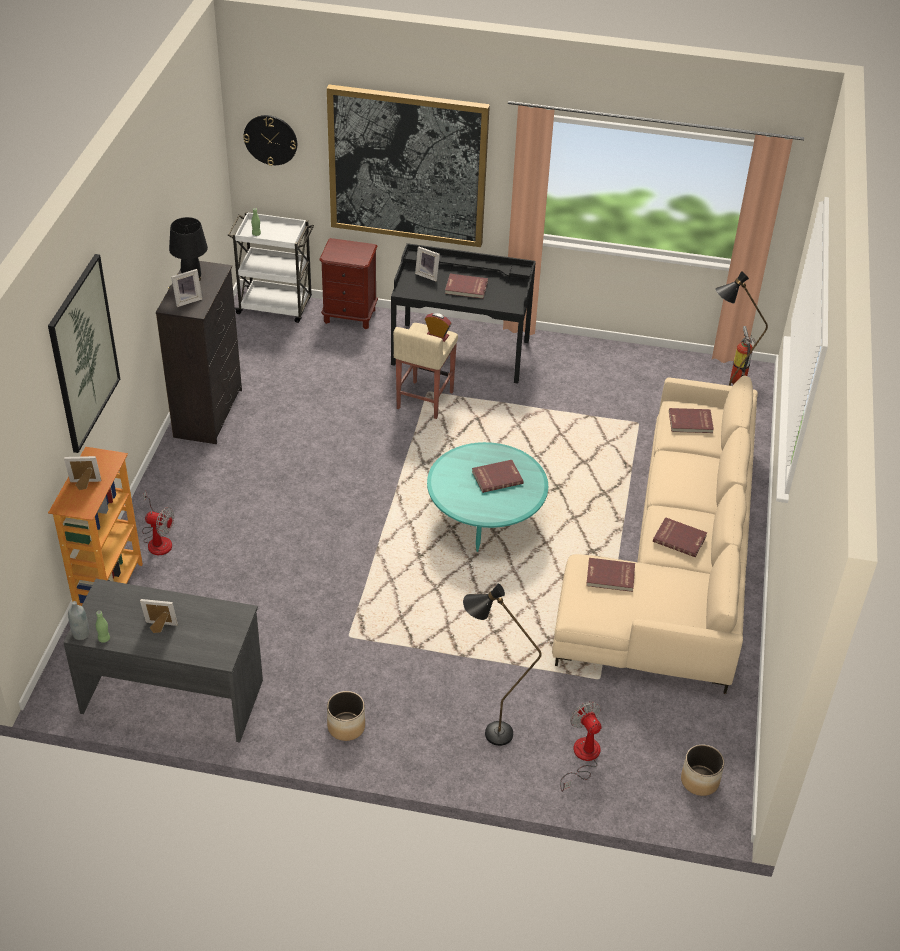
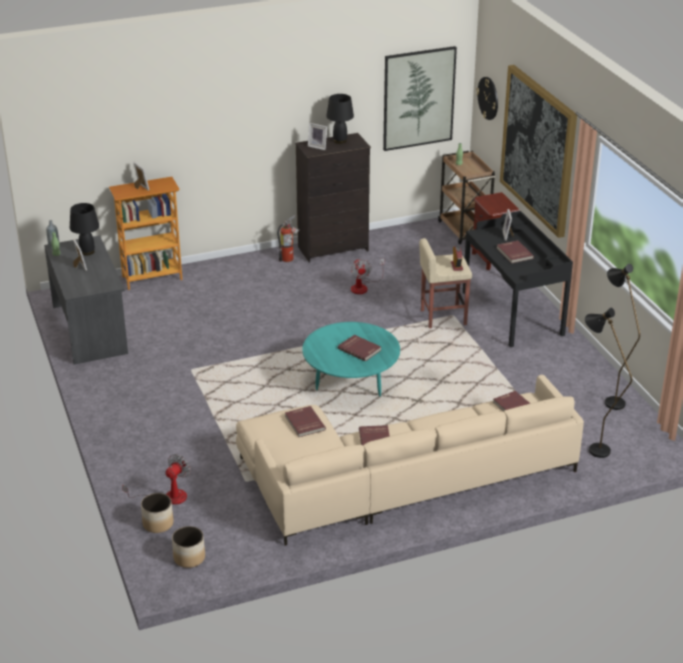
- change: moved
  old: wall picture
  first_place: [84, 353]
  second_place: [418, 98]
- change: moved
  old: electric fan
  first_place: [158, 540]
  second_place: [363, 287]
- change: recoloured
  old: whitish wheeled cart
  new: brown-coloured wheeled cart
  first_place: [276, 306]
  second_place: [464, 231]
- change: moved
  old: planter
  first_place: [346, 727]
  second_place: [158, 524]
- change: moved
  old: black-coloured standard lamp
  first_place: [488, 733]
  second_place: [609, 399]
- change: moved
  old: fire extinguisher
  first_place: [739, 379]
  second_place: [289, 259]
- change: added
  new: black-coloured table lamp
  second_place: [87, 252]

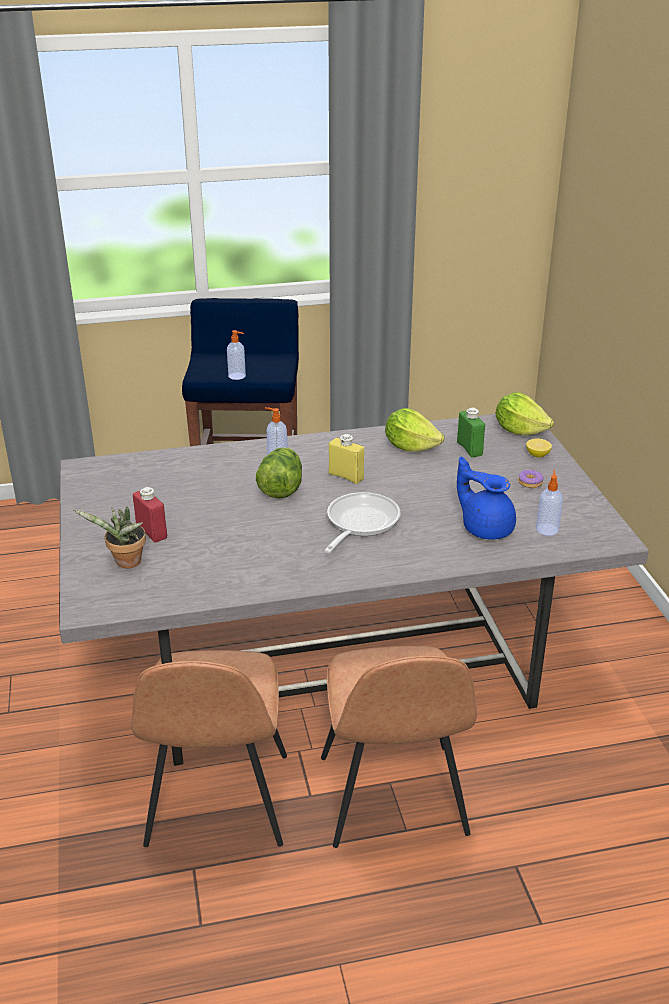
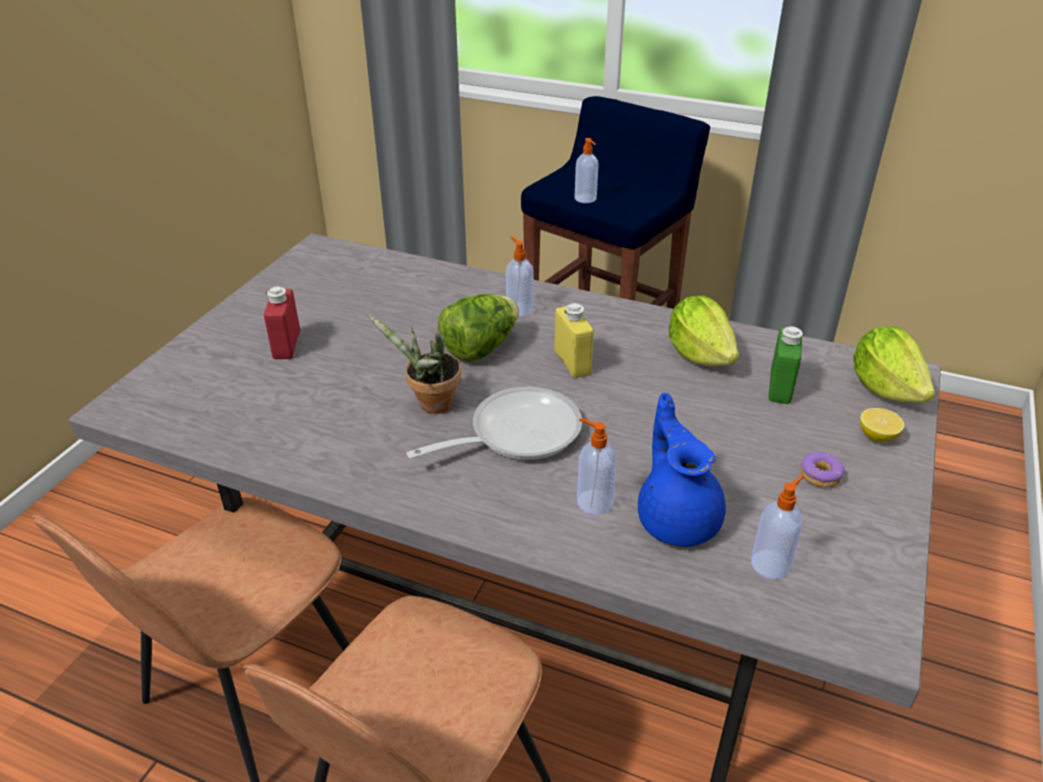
- change: moved
  old: plant in a pot
  first_place: [125, 563]
  second_place: [430, 405]
- change: added
  new: soap dispenser
  second_place: [593, 501]

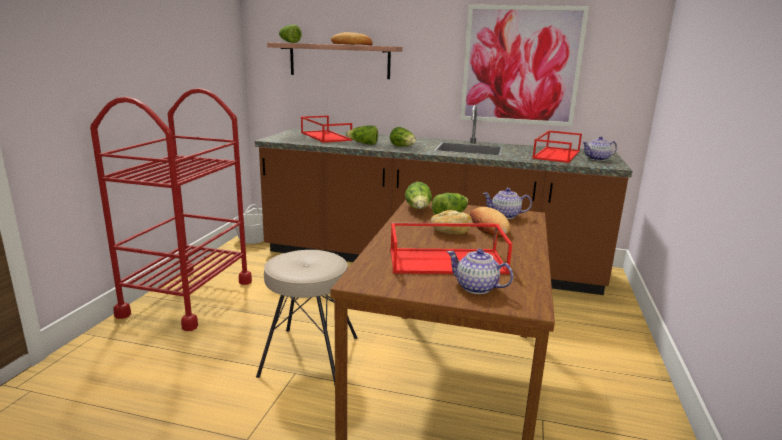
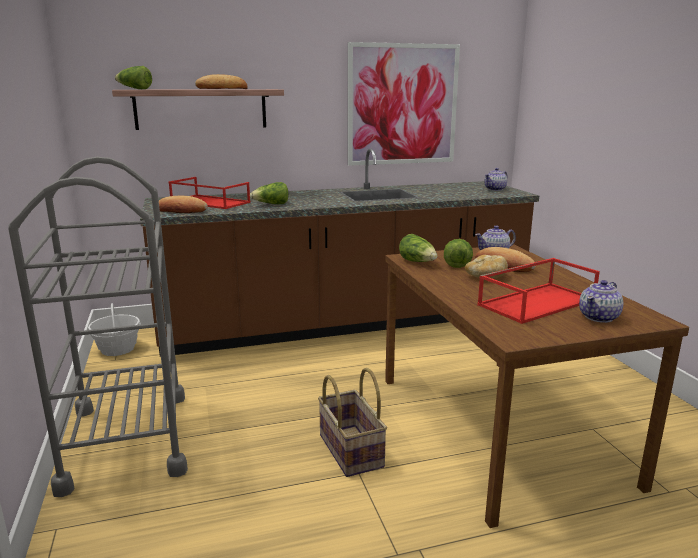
- change: recoloured
  old: reddish wheeled cart
  new: grey wheeled cart
  first_place: [188, 298]
  second_place: [127, 440]
- change: replaced
  old: beige-coloured stool seat
  new: basket
  first_place: [308, 356]
  second_place: [349, 450]
- change: removed
  old: lettuce
  first_place: [403, 147]
- change: turned
  old: tea pot
  first_place: [477, 288]
  second_place: [599, 317]
  degrees: -45
- change: removed
  old: reddish tray
  first_place: [556, 154]
- change: added
  new: bread
  second_place: [181, 210]

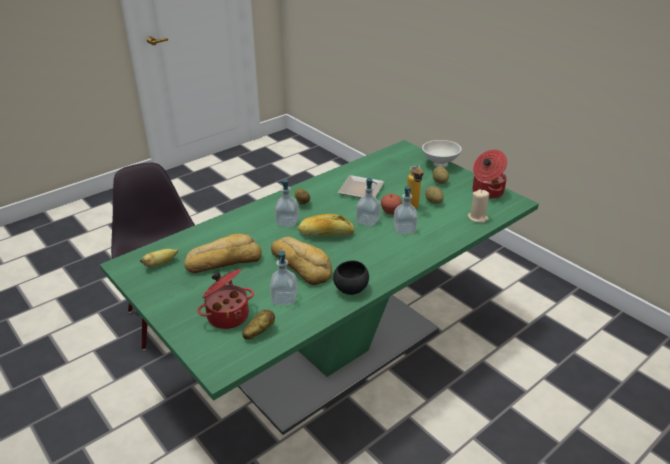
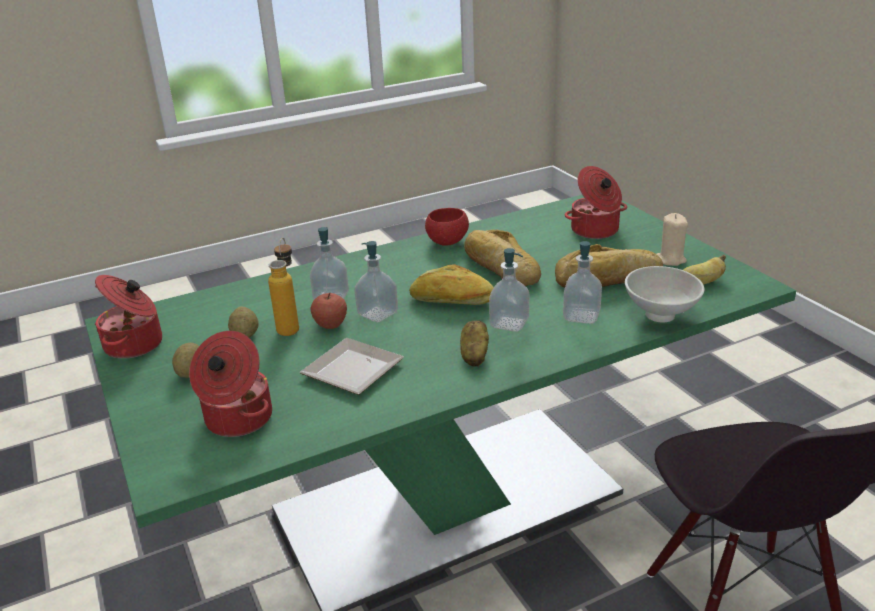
- change: removed
  old: whole potato
  first_place: [259, 332]
- change: moved
  old: soap dispenser
  first_place: [284, 298]
  second_place: [581, 316]
- change: recoloured
  old: black-coloured deep dish
  new: reddish deep dish
  first_place: [351, 289]
  second_place: [447, 242]
- change: moved
  old: whitish deep dish
  first_place: [439, 164]
  second_place: [662, 315]
- change: moved
  old: beige-coloured wax light
  first_place: [477, 218]
  second_place: [670, 259]
- change: added
  new: cooking pot
  second_place: [237, 419]

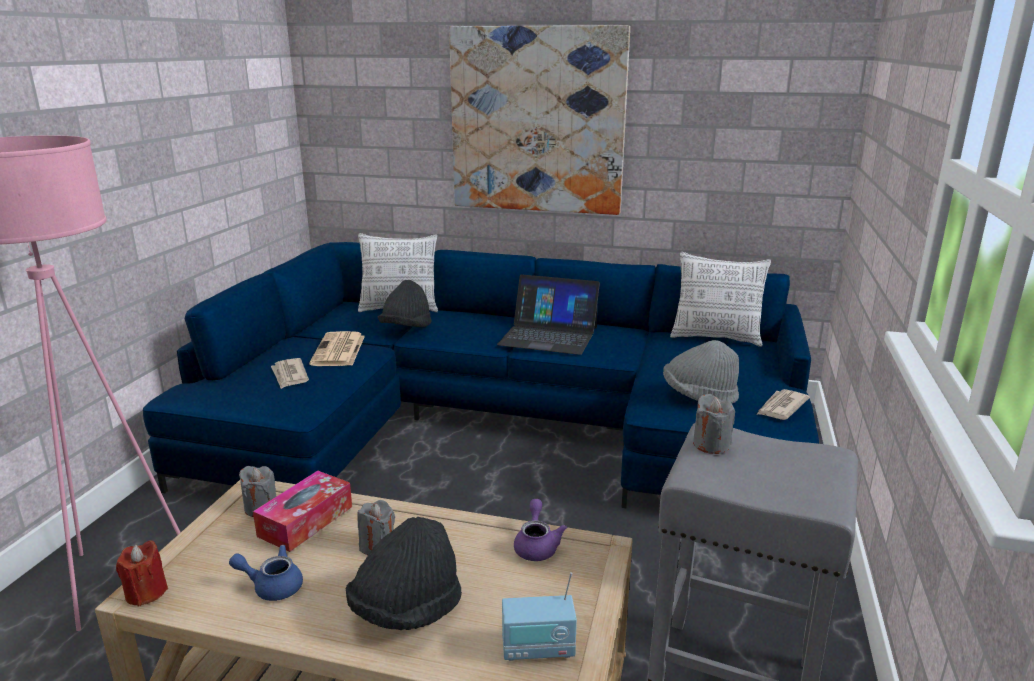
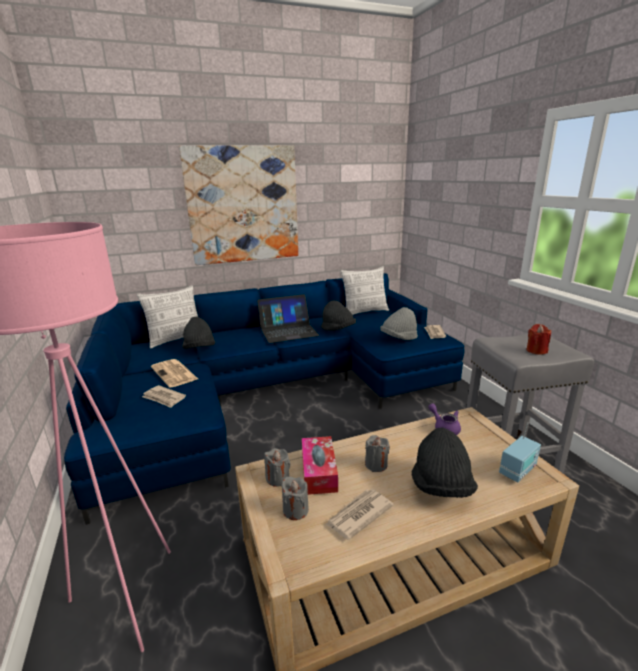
- change: moved
  old: reddish wax light
  first_place: [146, 592]
  second_place: [536, 350]
- change: replaced
  old: blue tea pot
  new: newspaper
  first_place: [272, 586]
  second_place: [358, 515]
- change: moved
  old: grey wax light
  first_place: [711, 445]
  second_place: [295, 510]
- change: added
  new: black-coloured hat
  second_place: [338, 330]

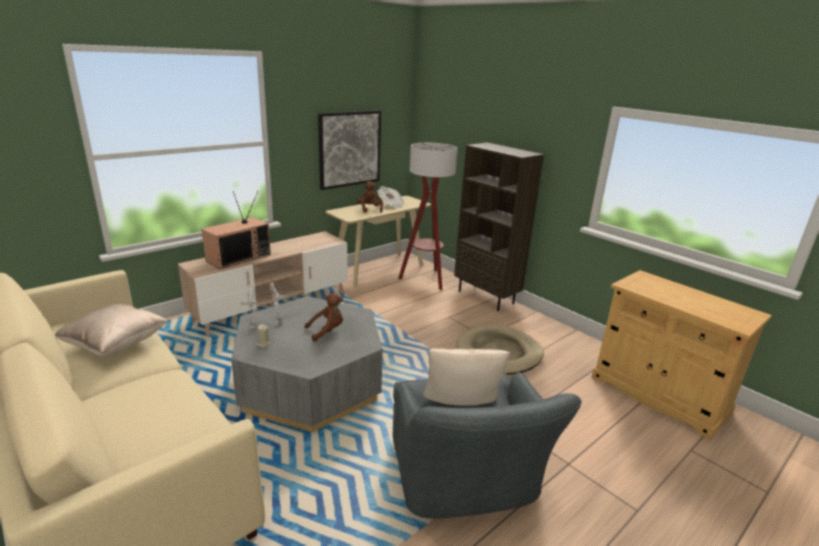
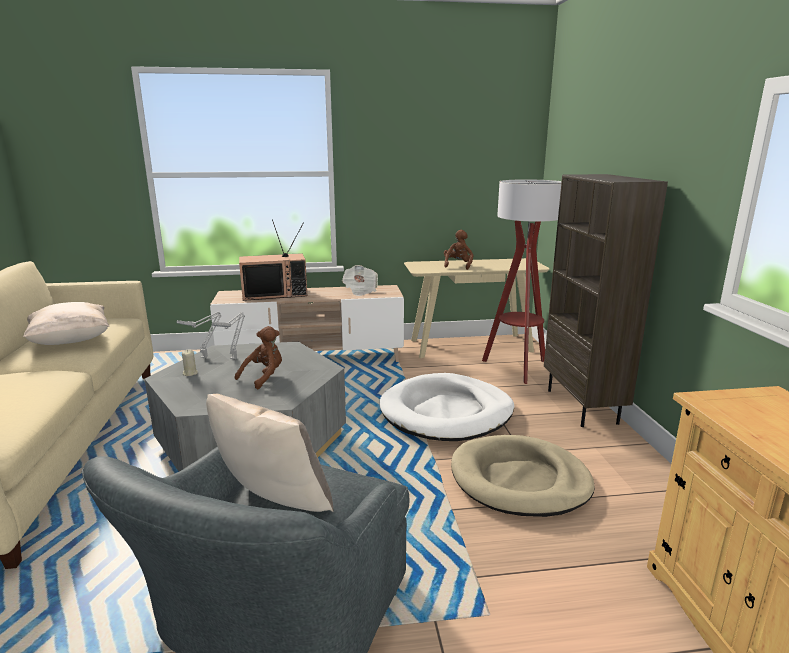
- change: turned
  old: brown-coloured soft toy
  first_place: [327, 331]
  second_place: [264, 377]
  degrees: -60
- change: removed
  old: wall picture
  first_place: [350, 149]
- change: moved
  old: newspaper
  first_place: [391, 205]
  second_place: [360, 290]
- change: added
  new: whitish pet bed
  second_place: [446, 412]

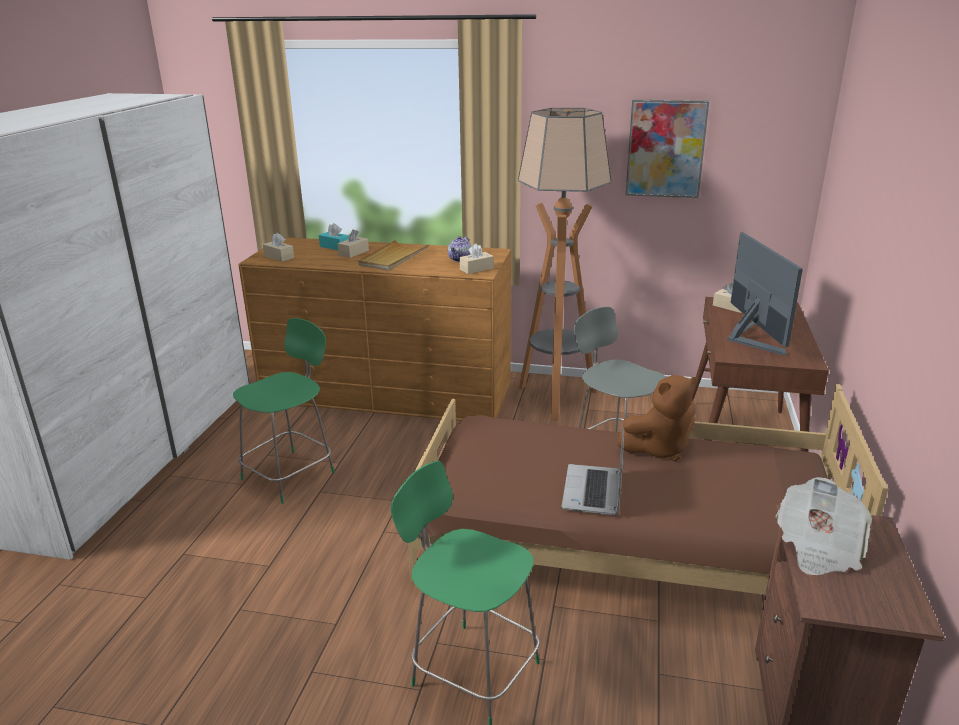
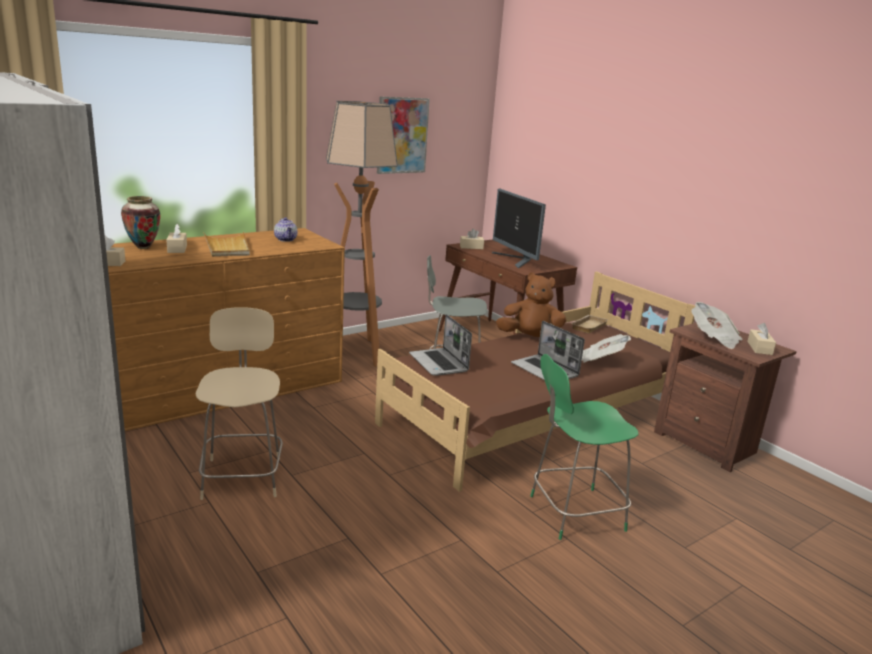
- change: recoloured
  old: green upright chair
  new: beige-coloured upright chair
  first_place: [291, 474]
  second_place: [242, 475]
- change: replaced
  old: turquoise-coloured tissue holder
  new: decorative vase
  first_place: [335, 247]
  second_place: [143, 247]
- change: moved
  old: beige-coloured tissue holder
  first_place: [476, 269]
  second_place: [759, 348]
- change: turned
  old: brown-coloured soft toy
  first_place: [659, 448]
  second_place: [530, 339]
  degrees: -90
- change: turned
  old: computer display
  first_place: [751, 338]
  second_place: [515, 260]
  degrees: -150
- change: added
  new: notebook computer
  second_place: [439, 363]
- change: added
  new: beige-coloured tray
  second_place: [587, 326]
- change: added
  new: newspaper
  second_place: [599, 360]

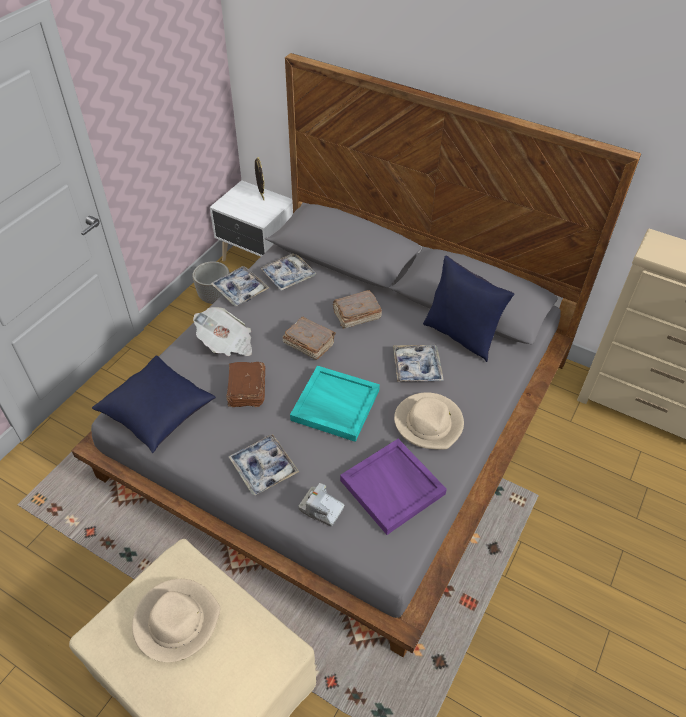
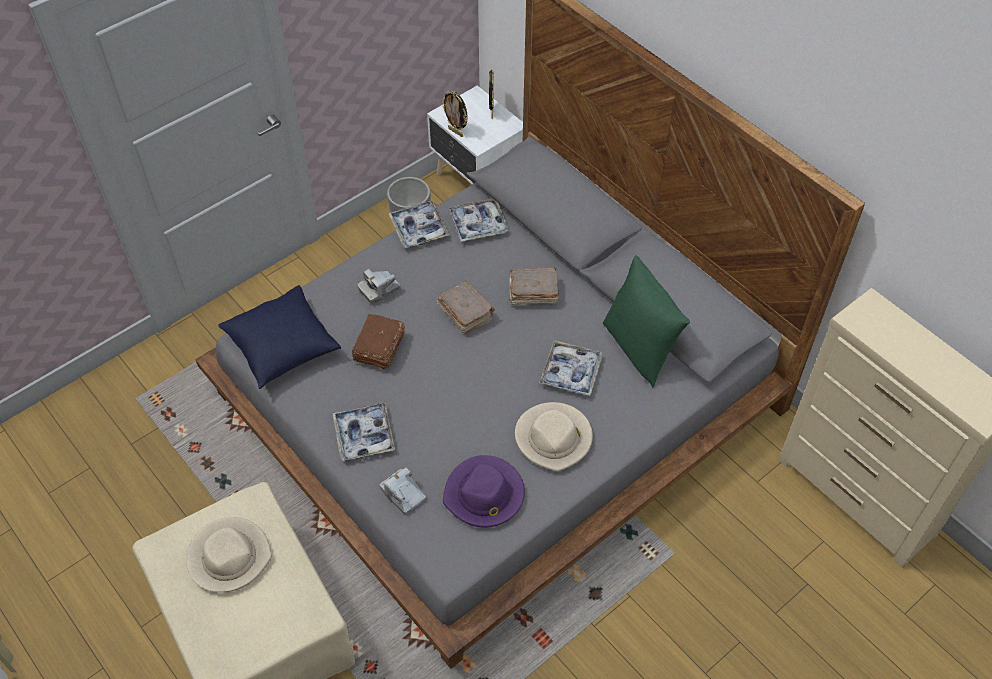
- change: replaced
  old: newspaper
  new: still camera
  first_place: [226, 344]
  second_place: [379, 289]
- change: removed
  old: turquoise-coloured tray
  first_place: [334, 405]
- change: replaced
  old: purplish tray
  new: purplish hat
  first_place: [393, 487]
  second_place: [484, 494]
- change: recoloured
  old: blue cushion
  new: green cushion
  first_place: [460, 335]
  second_place: [639, 348]
- change: added
  new: picture frame
  second_place: [456, 132]

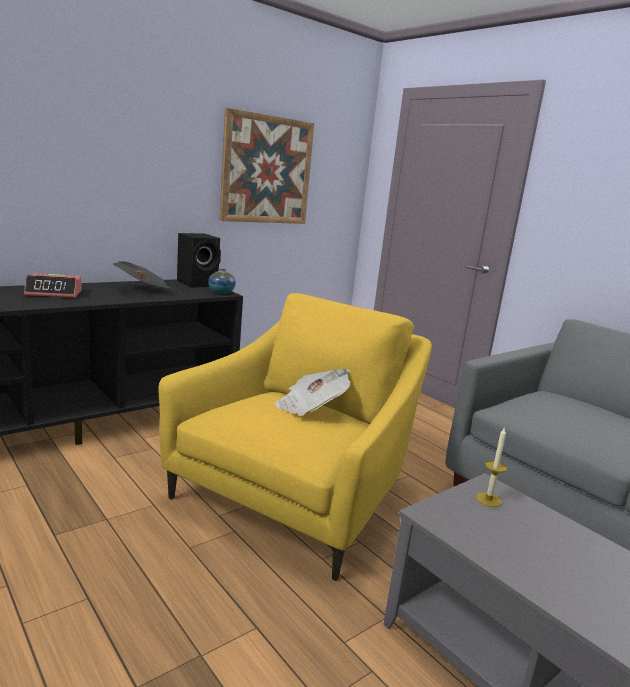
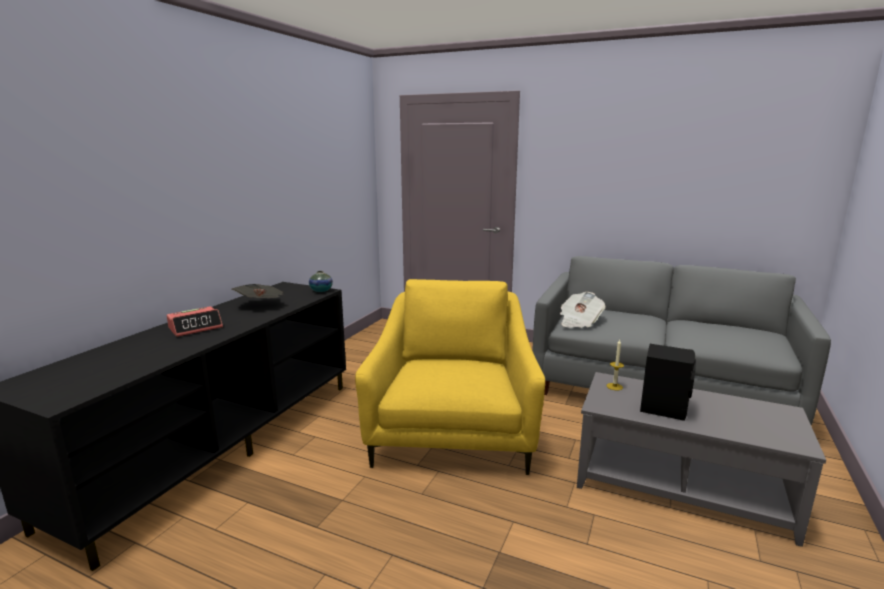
- change: moved
  old: black-coloured loudspeaker
  first_place: [198, 283]
  second_place: [663, 407]
- change: removed
  old: wall picture
  first_place: [267, 170]
- change: moved
  old: newspaper
  first_place: [311, 407]
  second_place: [579, 322]

